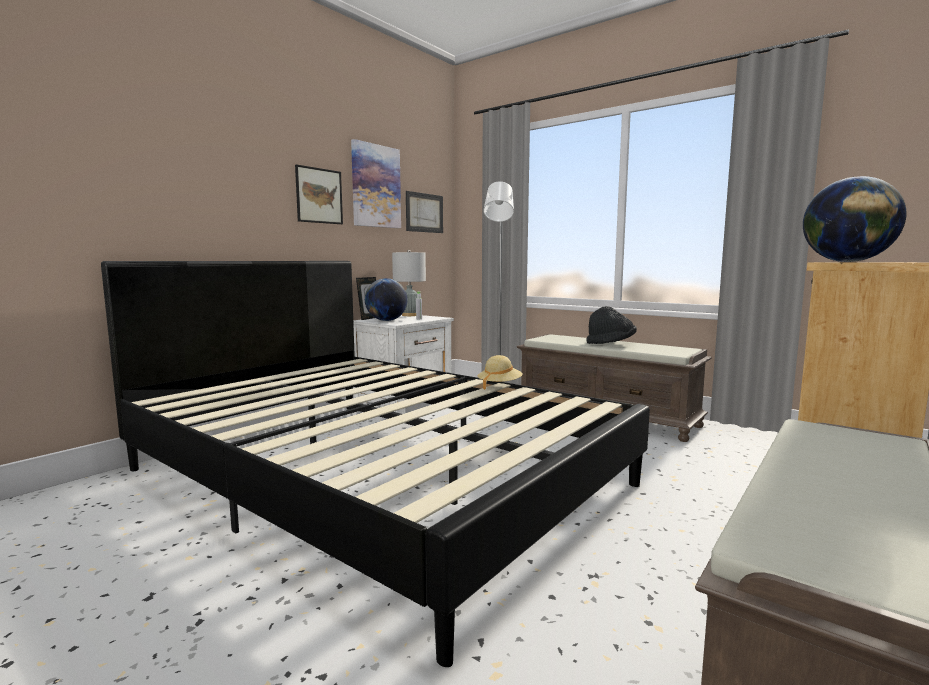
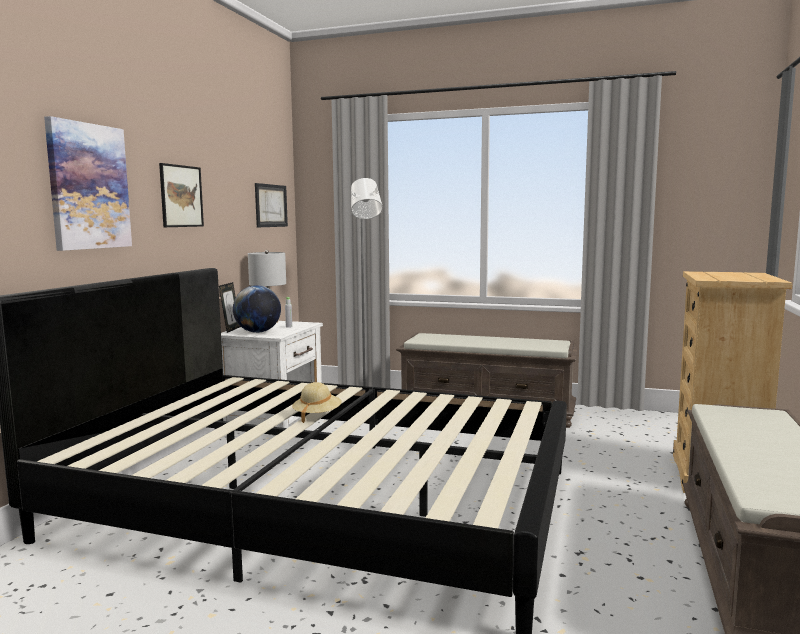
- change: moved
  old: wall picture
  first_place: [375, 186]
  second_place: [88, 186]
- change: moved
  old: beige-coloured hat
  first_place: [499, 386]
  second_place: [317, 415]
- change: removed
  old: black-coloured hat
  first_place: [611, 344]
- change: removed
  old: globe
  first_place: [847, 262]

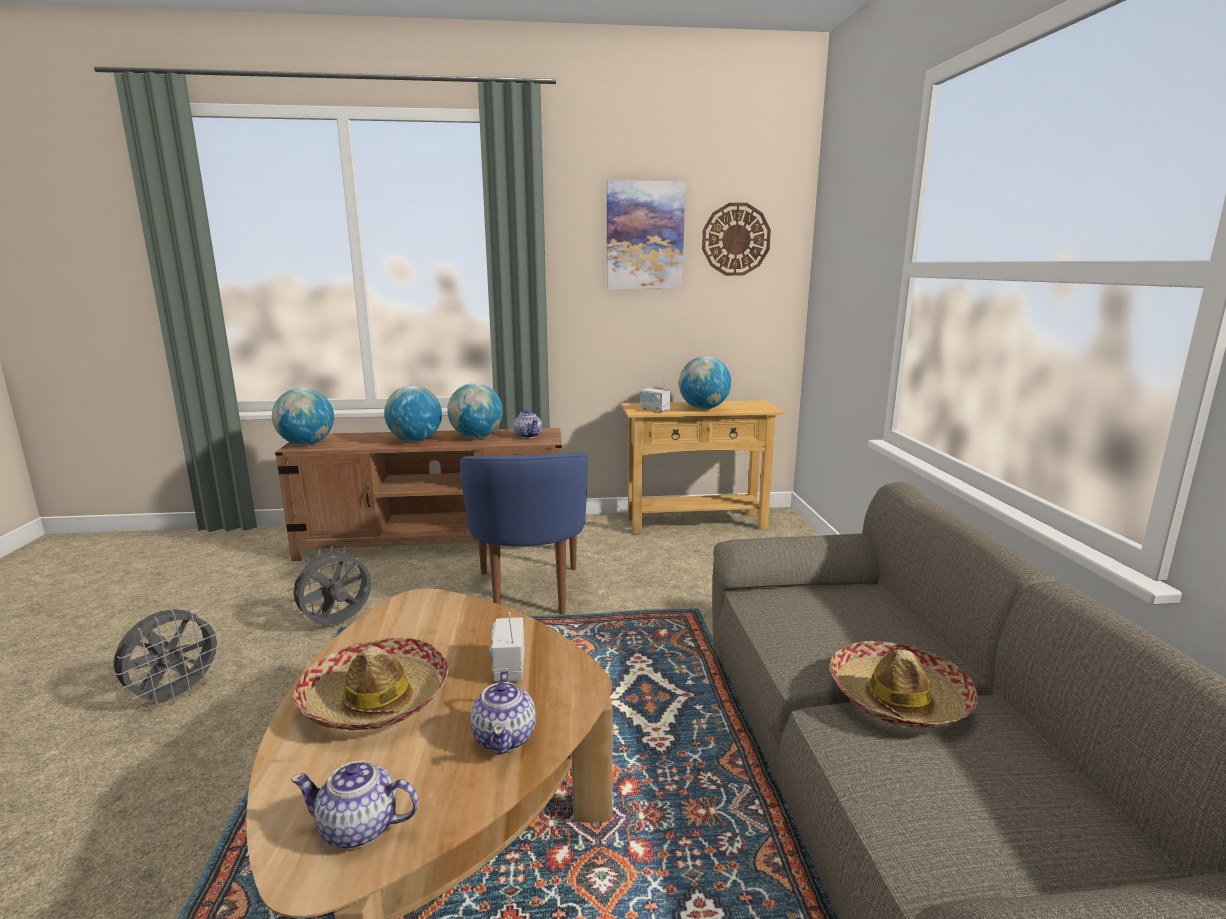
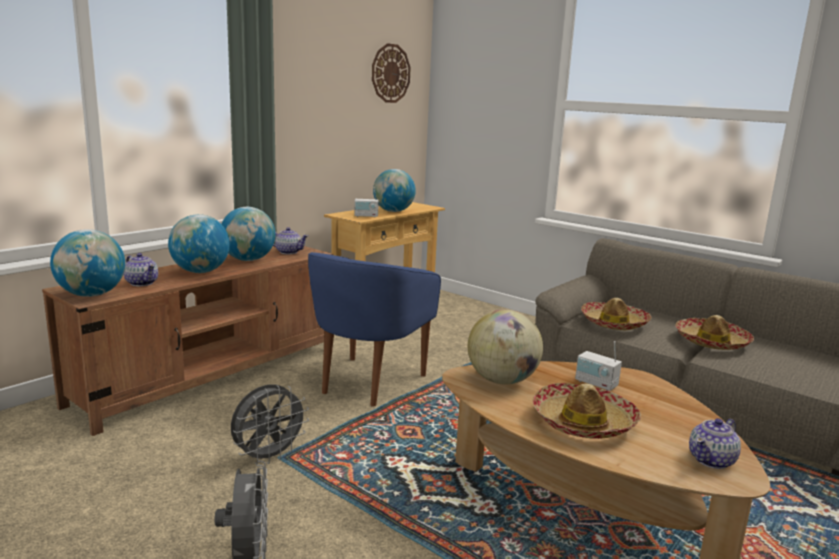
- change: turned
  old: grey electric fan
  first_place: [337, 624]
  second_place: [269, 457]
  degrees: -135
- change: turned
  old: blue lounge chair
  first_place: [529, 592]
  second_place: [368, 382]
  degrees: 75
- change: moved
  old: tea pot
  first_place: [505, 737]
  second_place: [142, 283]
- change: removed
  old: wall picture
  first_place: [644, 236]
- change: added
  new: globe
  second_place: [502, 380]
- change: added
  new: hat
  second_place: [614, 323]

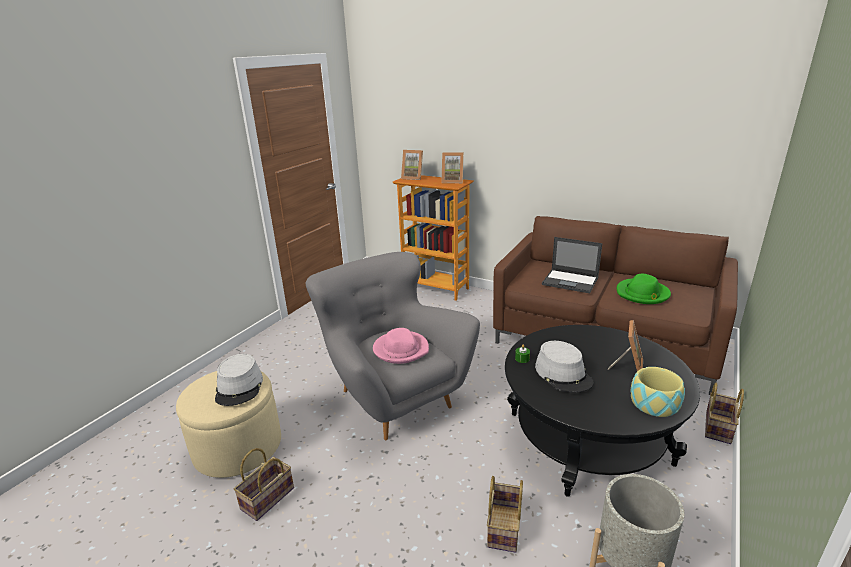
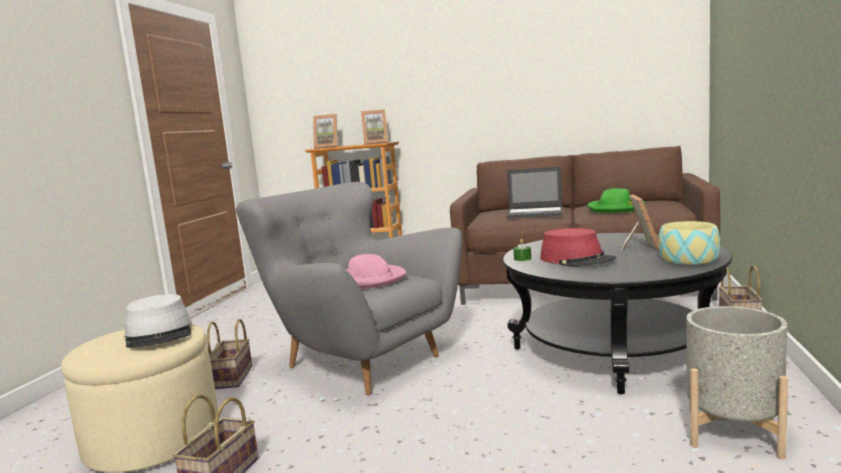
- change: moved
  old: basket
  first_place: [505, 529]
  second_place: [233, 378]
- change: recoloured
  old: grey hat
  new: reddish hat
  first_place: [563, 374]
  second_place: [577, 259]

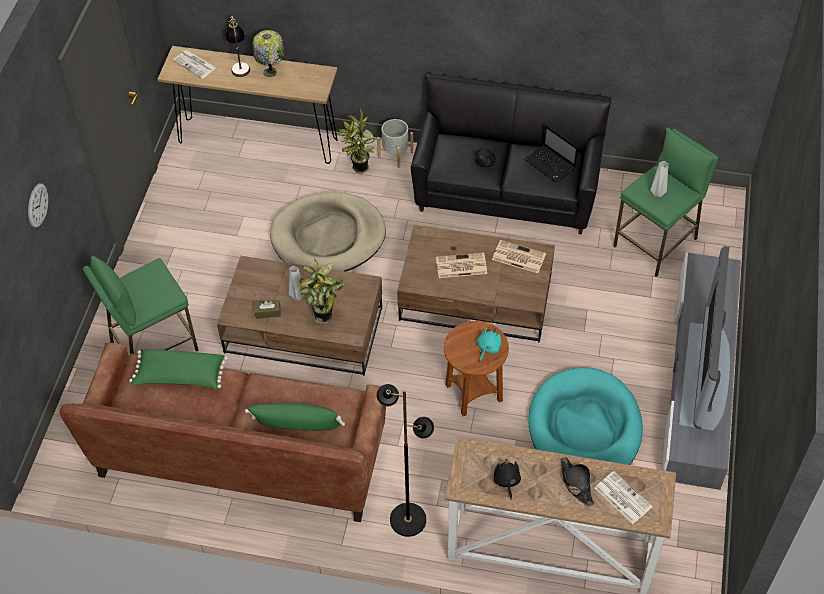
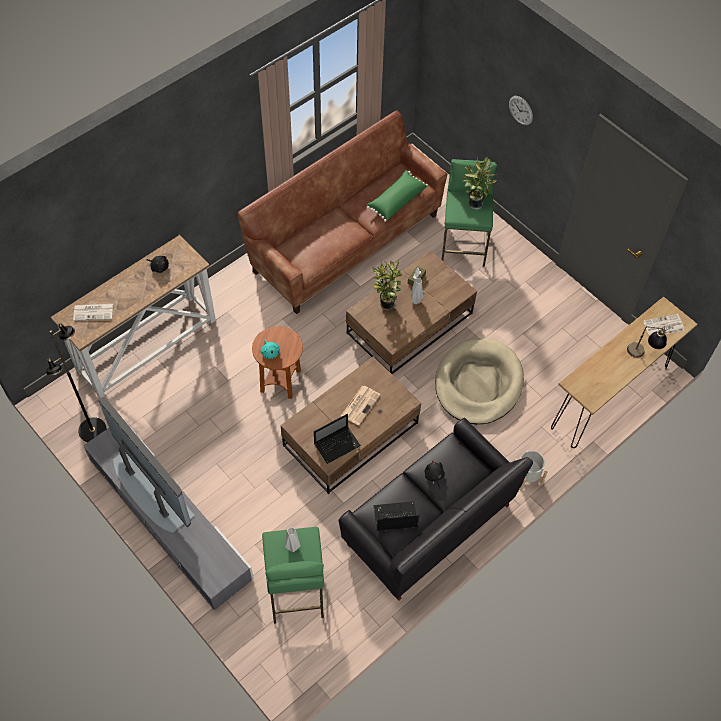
- change: removed
  old: green cushion
  first_place: [297, 425]
- change: removed
  old: table lamp
  first_place: [271, 72]
- change: moved
  old: plant in a pot
  first_place: [359, 169]
  second_place: [474, 203]
- change: moved
  old: black-coloured standard lamp
  first_place: [408, 519]
  second_place: [93, 430]
- change: replaced
  old: newspaper
  new: notebook computer
  first_place: [518, 257]
  second_place: [337, 444]
- change: removed
  old: turquoise-coloured pet bed
  first_place: [584, 428]
- change: removed
  old: black-coloured hat
  first_place: [576, 483]

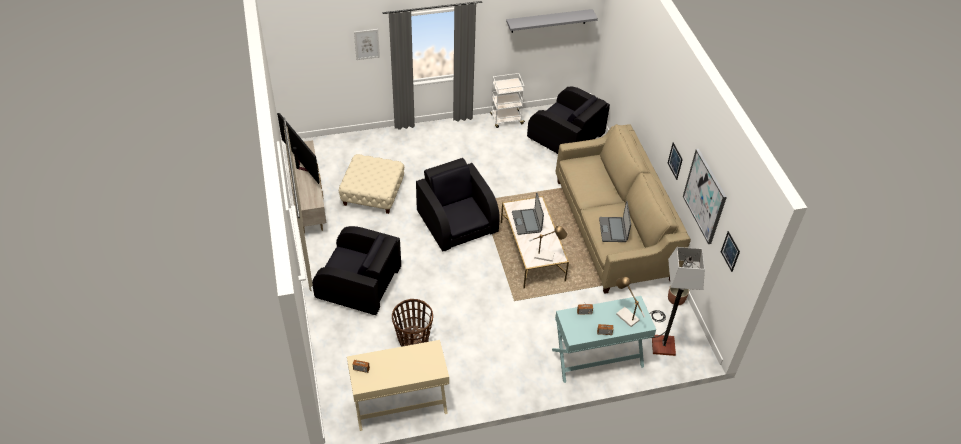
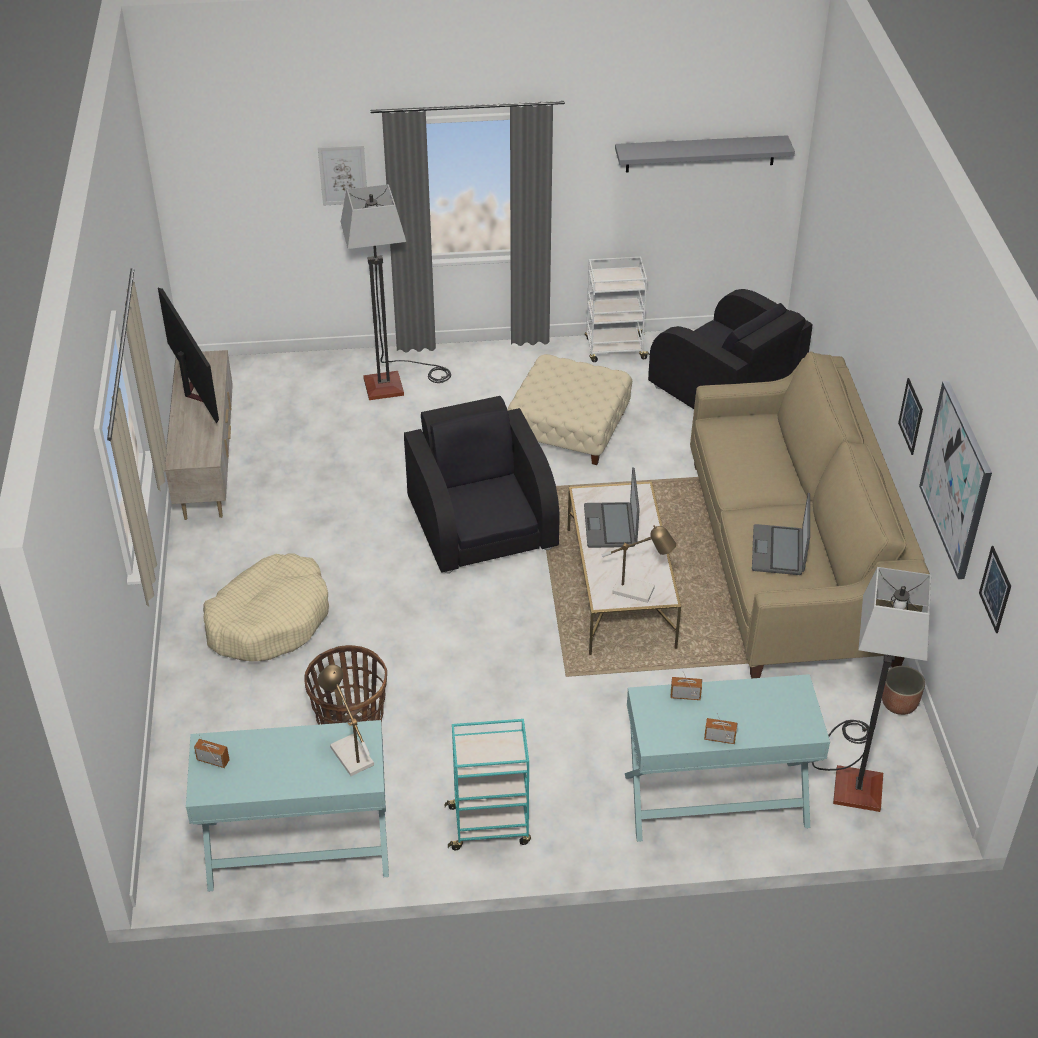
- change: replaced
  old: black-coloured lounge chair
  new: beige-coloured pet bed
  first_place: [359, 284]
  second_place: [269, 620]
- change: moved
  old: beige-coloured ottoman
  first_place: [372, 193]
  second_place: [569, 428]
- change: recoloured
  old: beige-coloured console table
  new: turquoise-coloured console table
  first_place: [400, 404]
  second_place: [298, 848]
- change: moved
  old: table lamp
  first_place: [625, 315]
  second_place: [348, 752]
- change: added
  new: standard lamp
  second_place: [395, 383]
- change: added
  new: turquoise-coloured wheeled cart
  second_place: [490, 825]

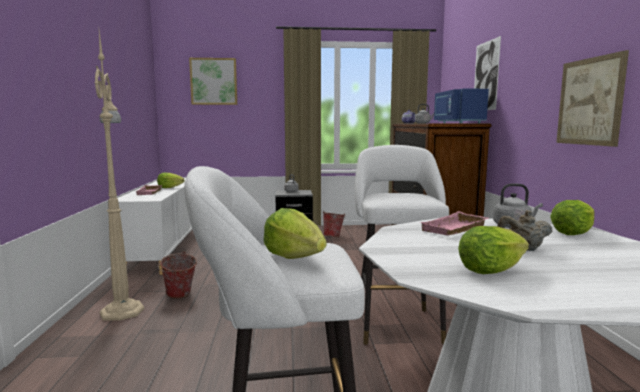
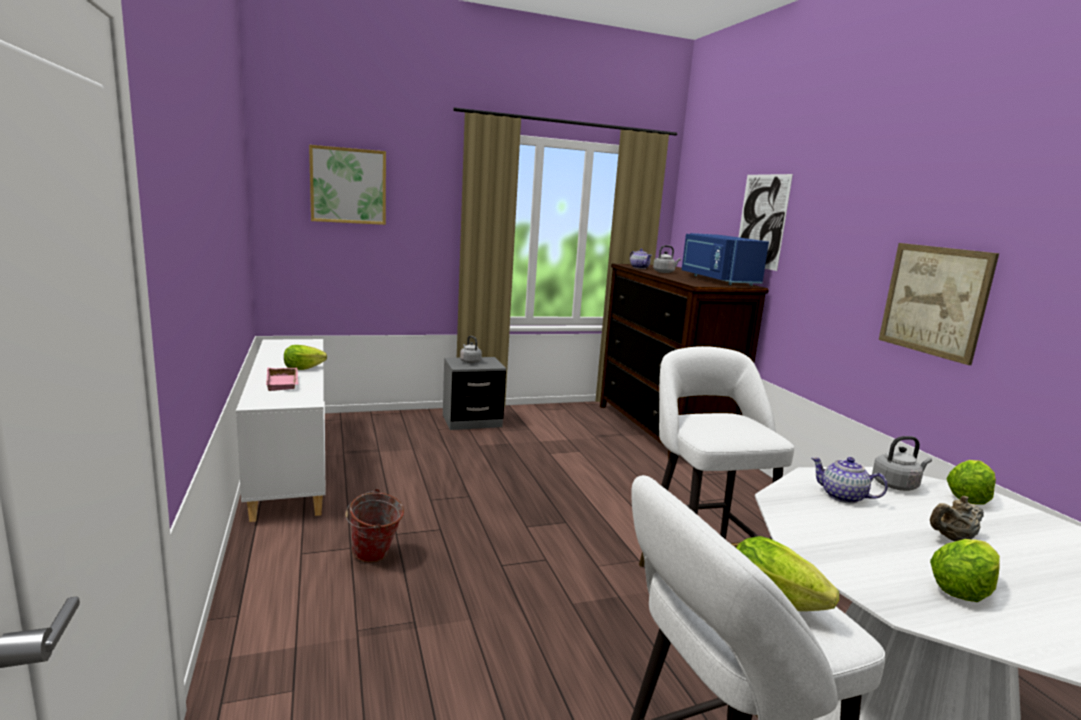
- change: removed
  old: beige-coloured standard lamp
  first_place: [123, 310]
- change: removed
  old: bucket
  first_place: [334, 236]
- change: replaced
  old: pinkish tray
  new: tea pot
  first_place: [455, 229]
  second_place: [843, 497]

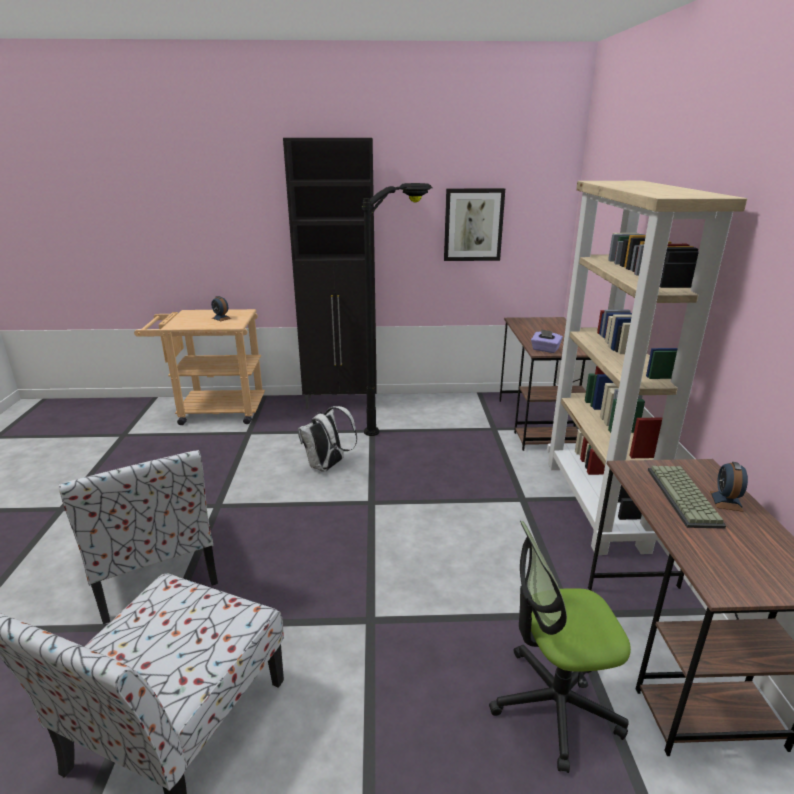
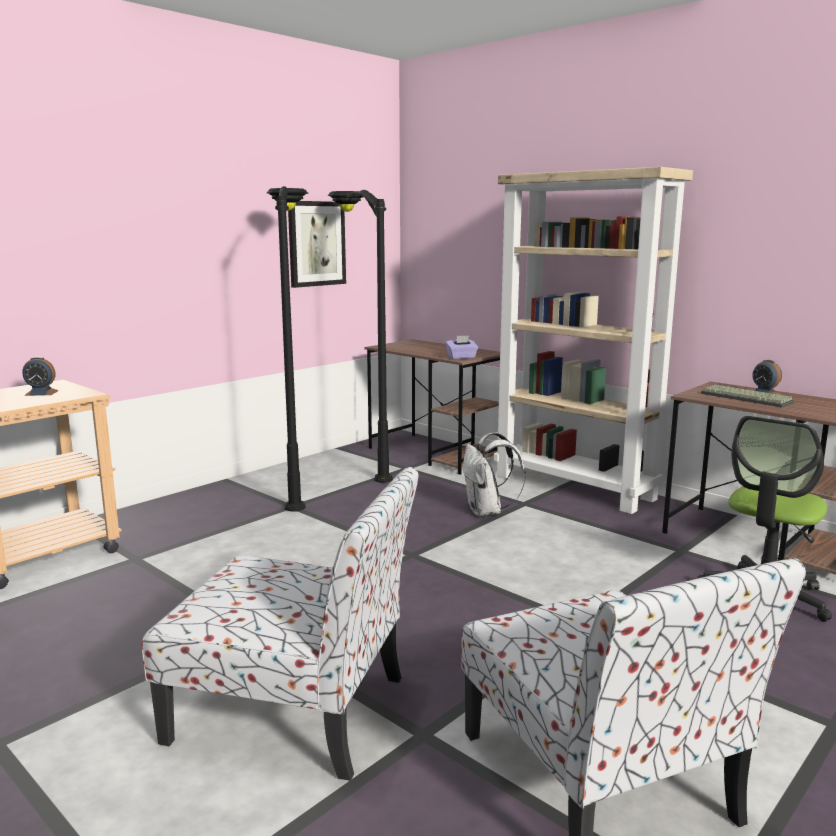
- change: removed
  old: black-coloured cupboard
  first_place: [342, 402]
- change: moved
  old: whitish backpack
  first_place: [327, 466]
  second_place: [487, 511]
- change: added
  new: black-coloured standard lamp
  second_place: [360, 463]

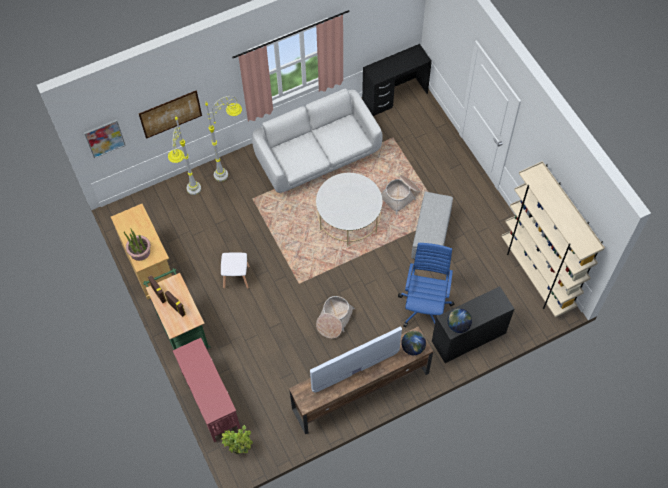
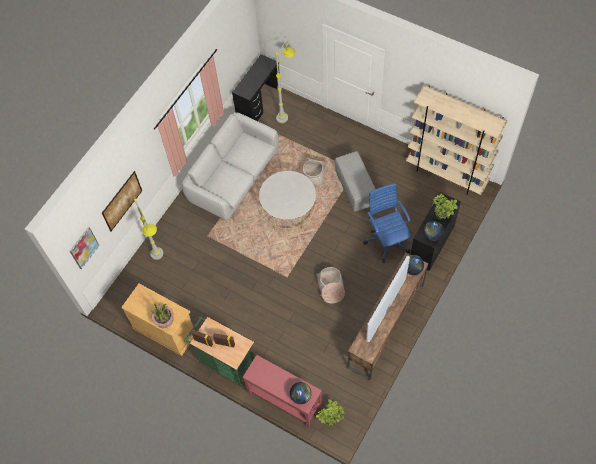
- change: moved
  old: grey standard lamp
  first_place: [232, 170]
  second_place: [287, 111]
- change: removed
  old: whitish stool seat
  first_place: [236, 276]
- change: added
  new: globe
  second_place: [301, 396]
- change: added
  new: plant in a pot
  second_place: [442, 216]

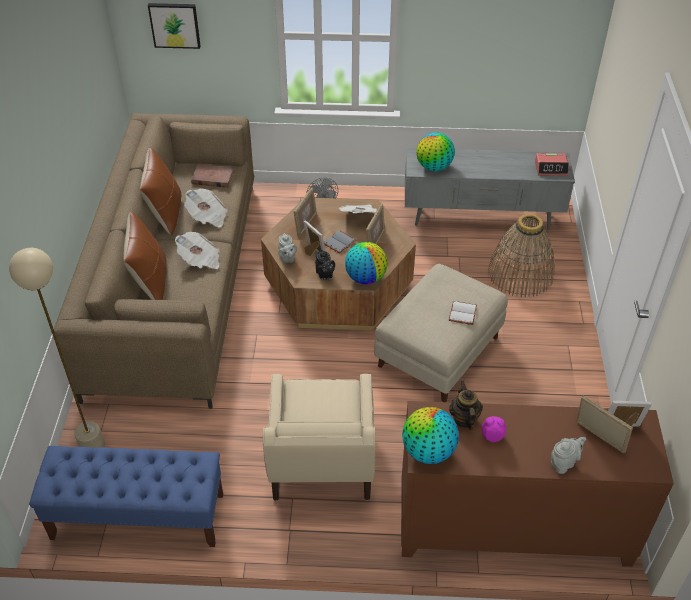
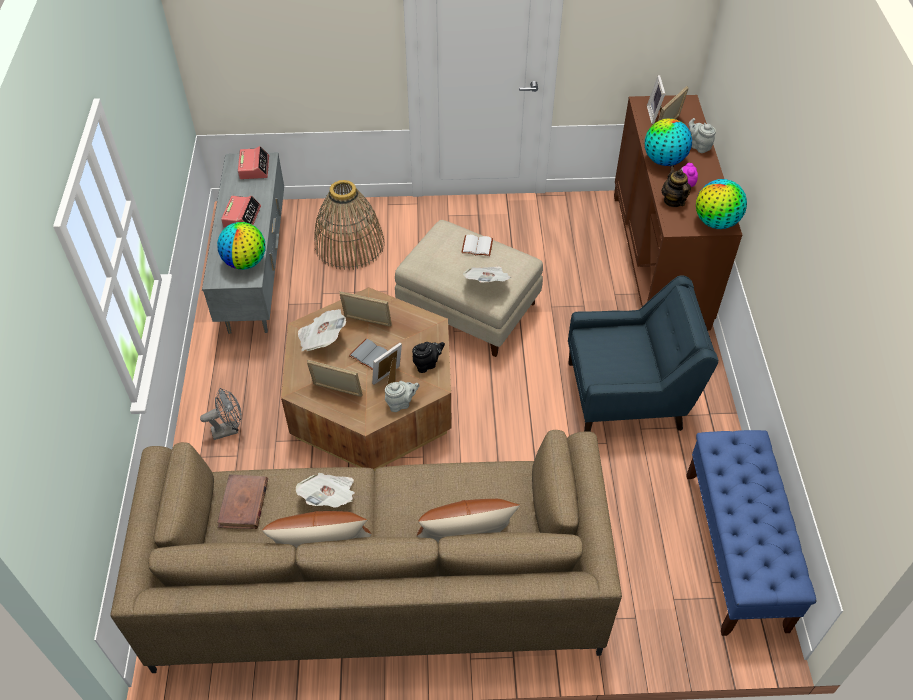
- change: removed
  old: beige-coloured standard lamp
  first_place: [92, 446]
- change: removed
  old: wall picture
  first_place: [175, 25]
- change: moved
  old: newspaper
  first_place: [200, 260]
  second_place: [487, 283]
- change: recoloured
  old: beige-coloured lounge chair
  new: blue lounge chair
  first_place: [321, 463]
  second_place: [628, 396]
- change: moved
  old: globe
  first_place: [366, 278]
  second_place: [664, 160]
- change: turned
  old: tea pot
  first_place: [464, 419]
  second_place: [673, 201]
  degrees: 90
- change: added
  new: bedside clock
  second_place: [242, 217]

